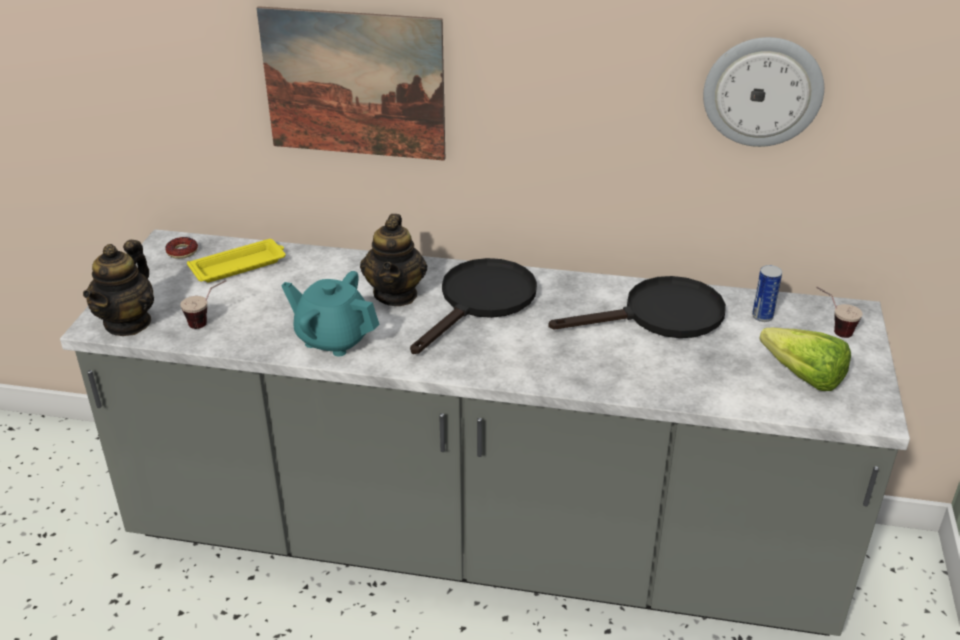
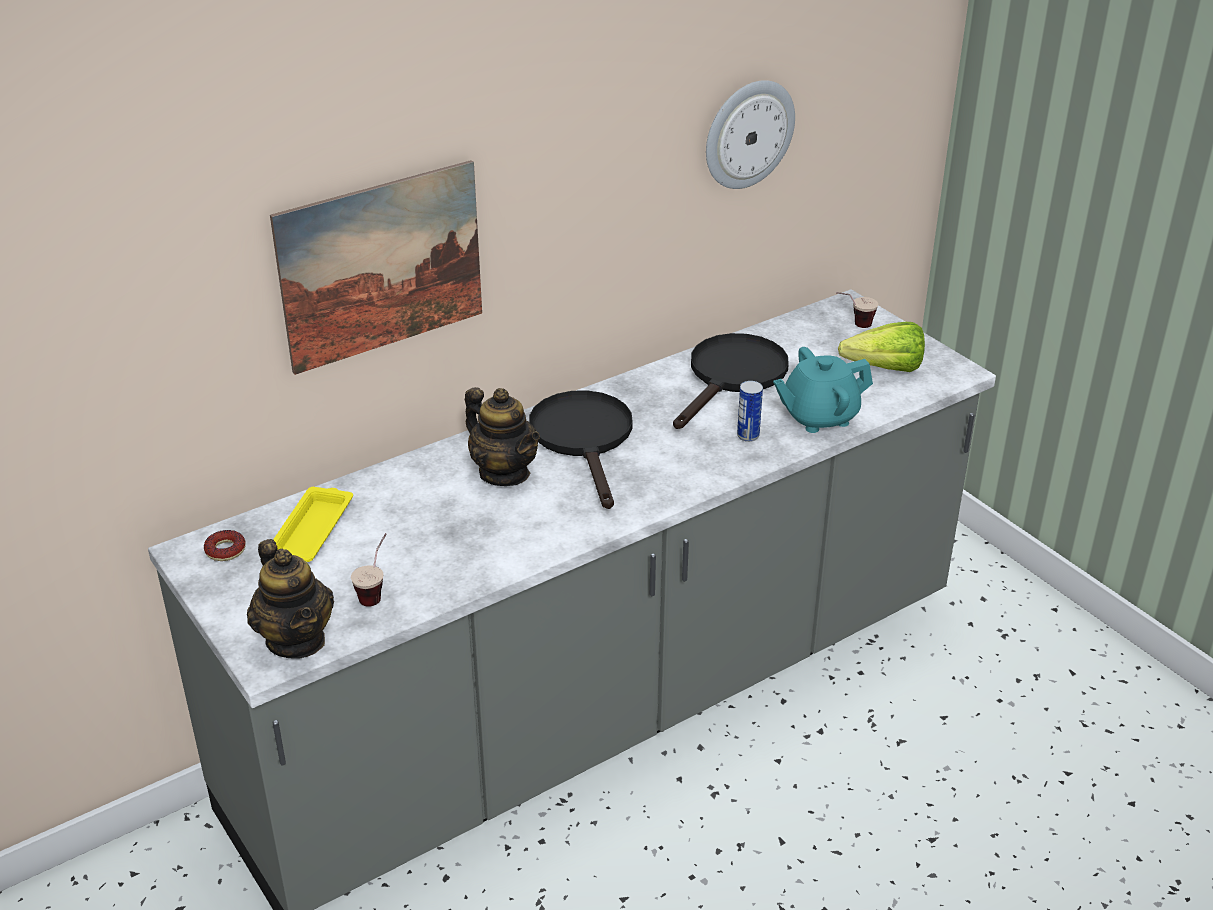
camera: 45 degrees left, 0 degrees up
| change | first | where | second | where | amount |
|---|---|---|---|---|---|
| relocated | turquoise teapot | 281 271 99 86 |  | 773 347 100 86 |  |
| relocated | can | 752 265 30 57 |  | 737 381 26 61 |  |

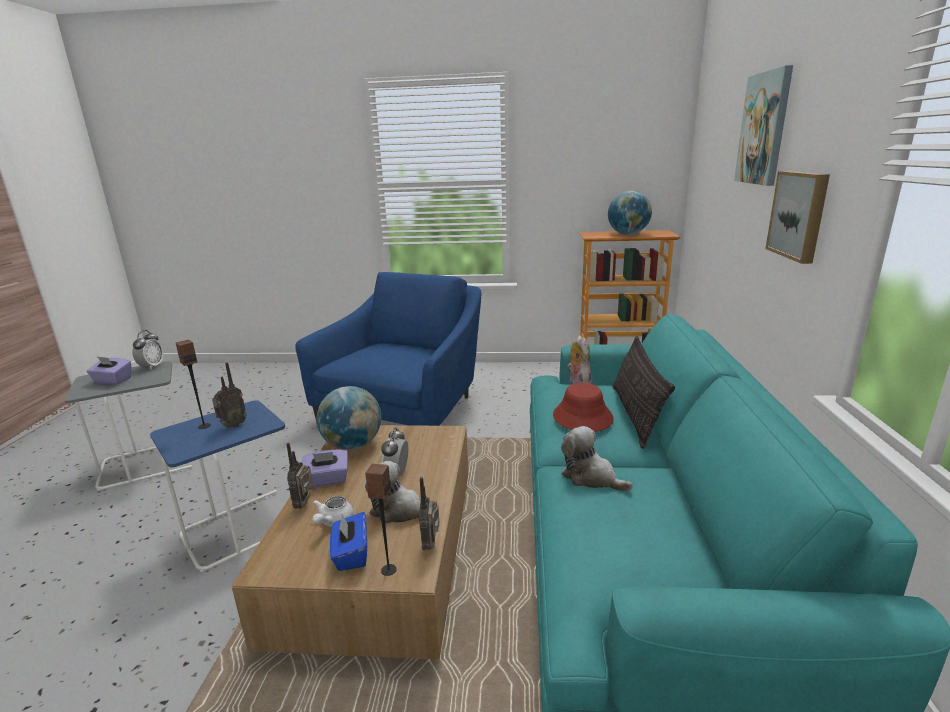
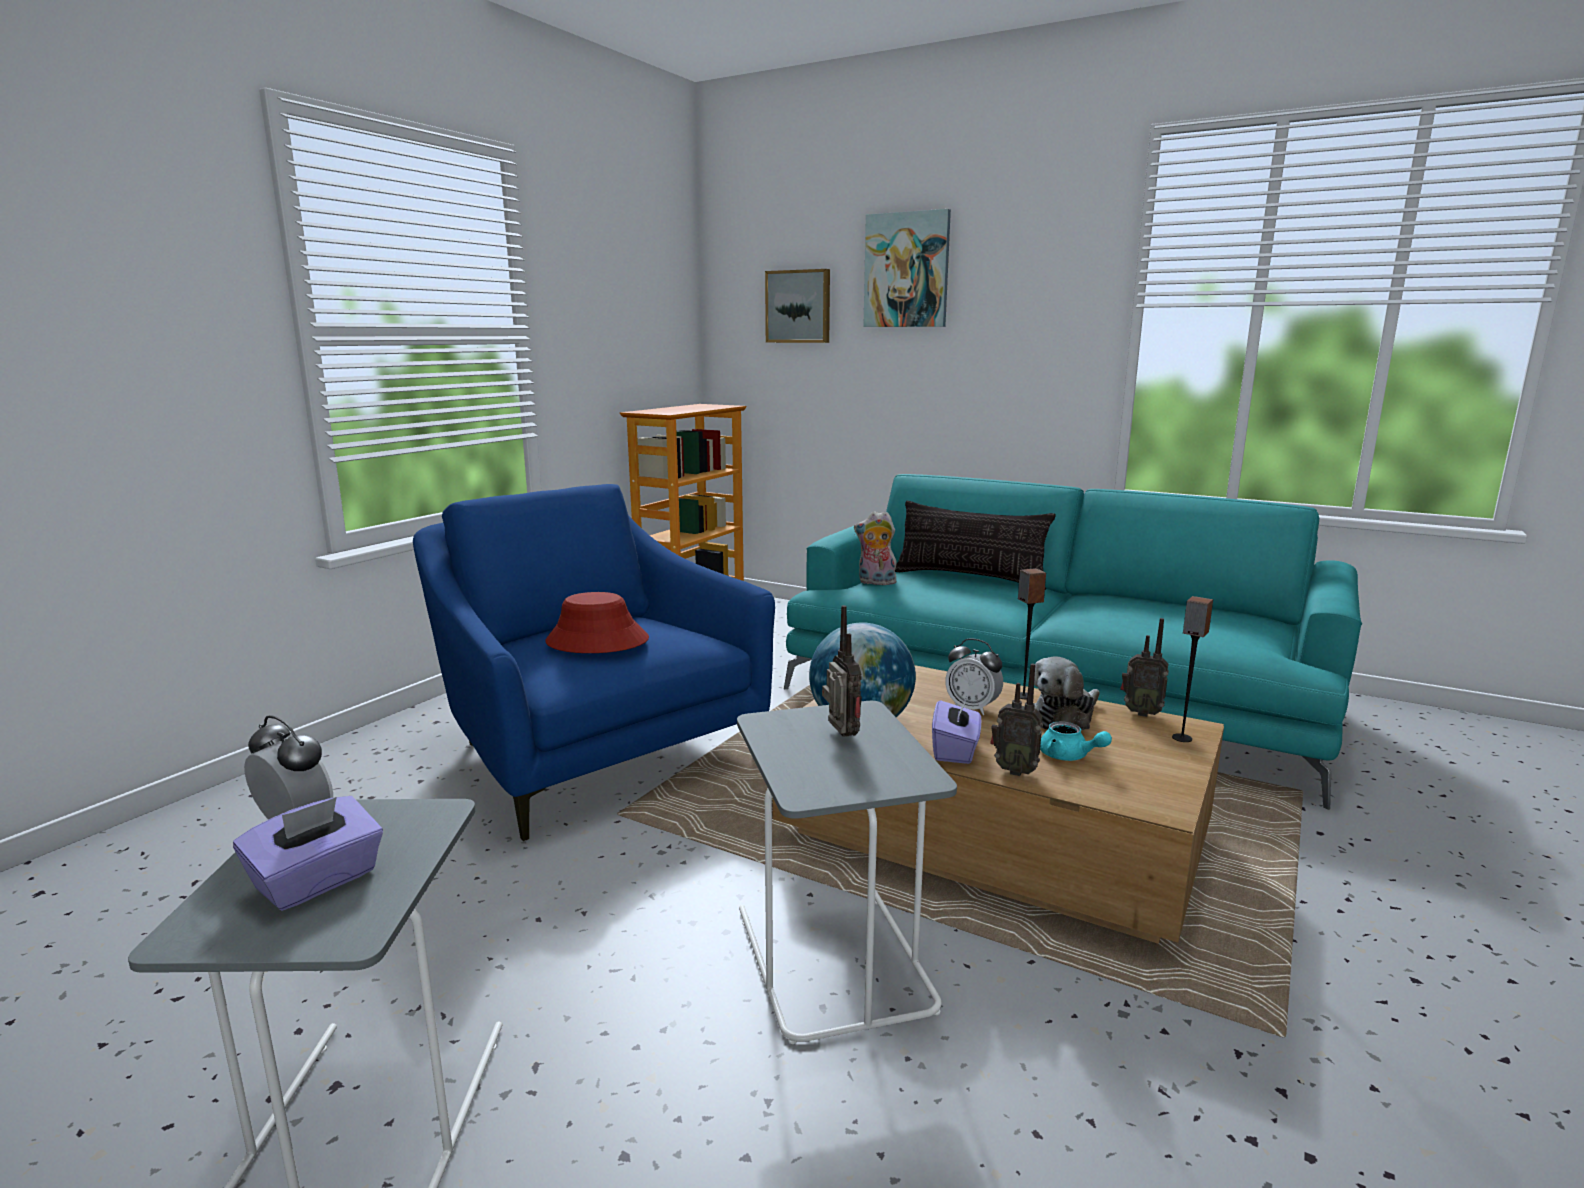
camera: 65 degrees left, 5 degrees down
| change | first | where | second | where | amount |
|---|---|---|---|---|---|
| missing | blue tissue box | 330 512 37 59 |  |  |  |
| missing | plush toy | 561 426 72 66 |  |  |  |
| missing | globe | 608 191 44 44 |  |  |  |
| relocated | speaker | 176 340 35 89 |  | 1018 568 28 131 |  |
| relocated | red hat | 553 383 61 49 |  | 545 592 104 61 |  |
| relocated | picture | 765 171 65 93 |  | 765 269 65 74 |  |
| colour | blue side table | 150 400 135 172 | grey side table | 737 701 220 343 |  |
| colour | white teapot | 312 496 42 30 | turquoise teapot | 1040 721 72 40 |  |

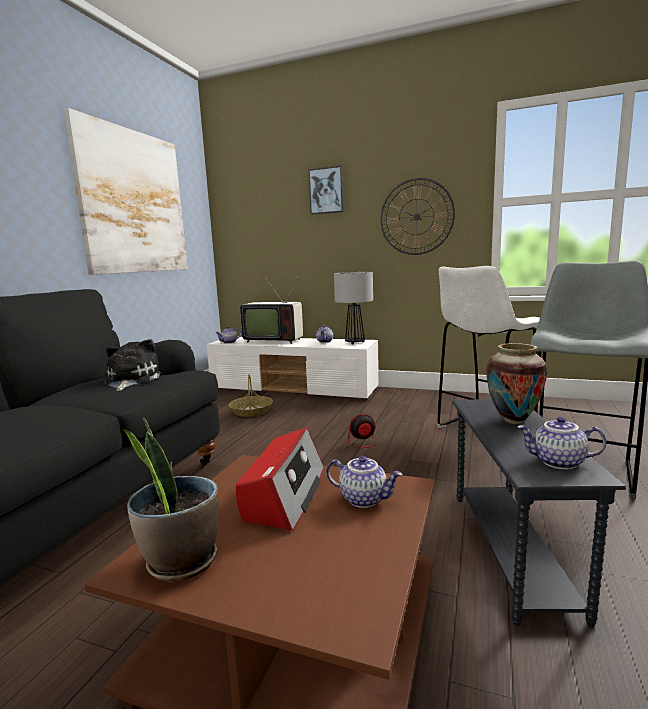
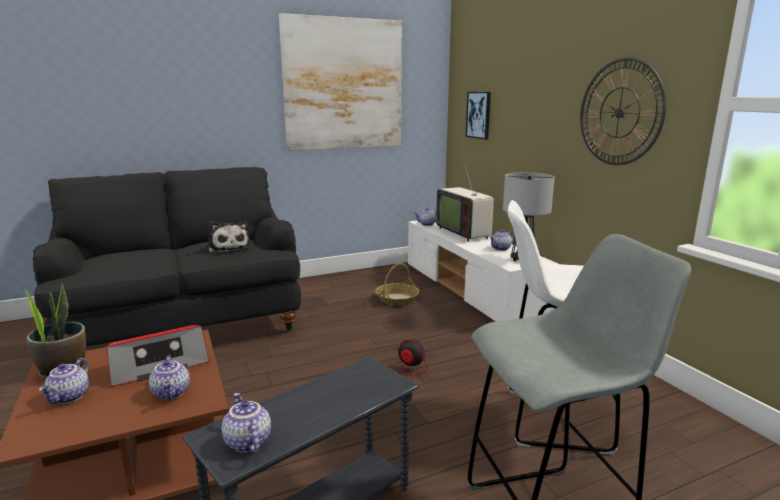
camera: 45 degrees right, 5 degrees up
| change | first | where | second | where | amount |
|---|---|---|---|---|---|
| missing | vase | 486 343 61 81 |  |  |  |
| appeared |  |  | teapot | 39 358 50 46 |  |
| relocated | picture | 308 166 36 49 |  | 466 92 25 48 |  |
| spun | plush toy | 104 339 57 52 |  | 209 221 41 33 | 105 degrees clockwise |

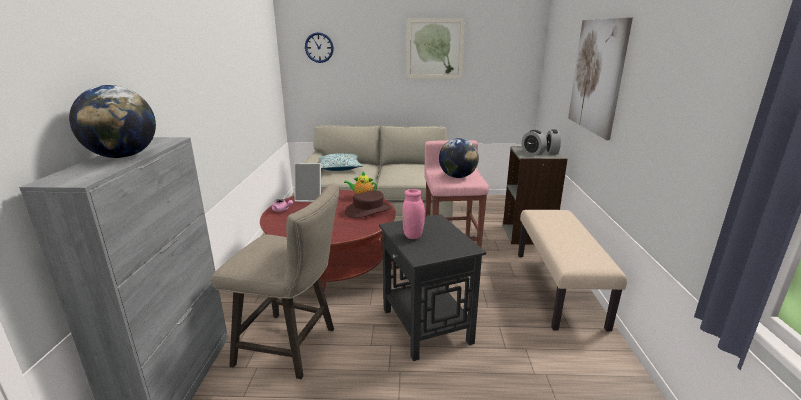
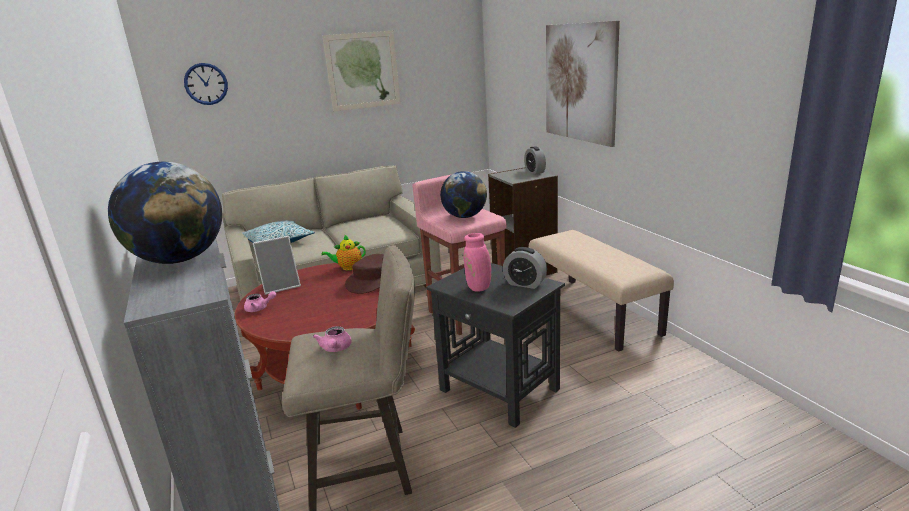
camera: 25 degrees left, 0 degrees up
| change | first | where | second | where | amount |
|---|---|---|---|---|---|
| appeared |  |  | pink teapot | 313 326 39 26 |  |
| relocated | alarm clock | 522 130 25 25 |  | 503 247 44 42 |  |

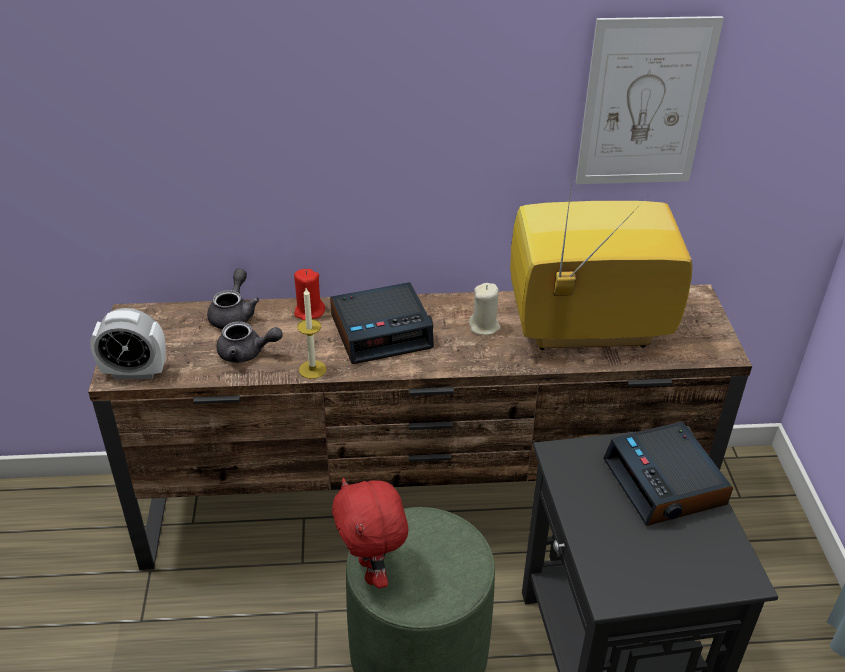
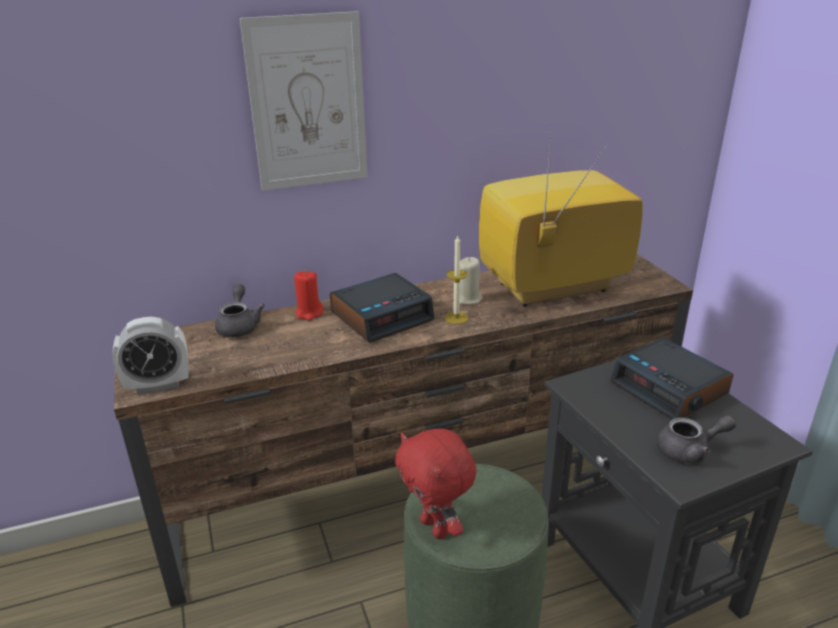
camera: 15 degrees left, 10 degrees down
| change | first | where | second | where | amount |
|---|---|---|---|---|---|
| relocated | grey teapot | 217 321 66 42 |  | 657 415 79 48 |  |
| relocated | candle | 297 288 29 91 |  | 445 235 23 89 |  |
| relocated | picture | 576 16 148 168 |  | 240 11 127 180 |  |

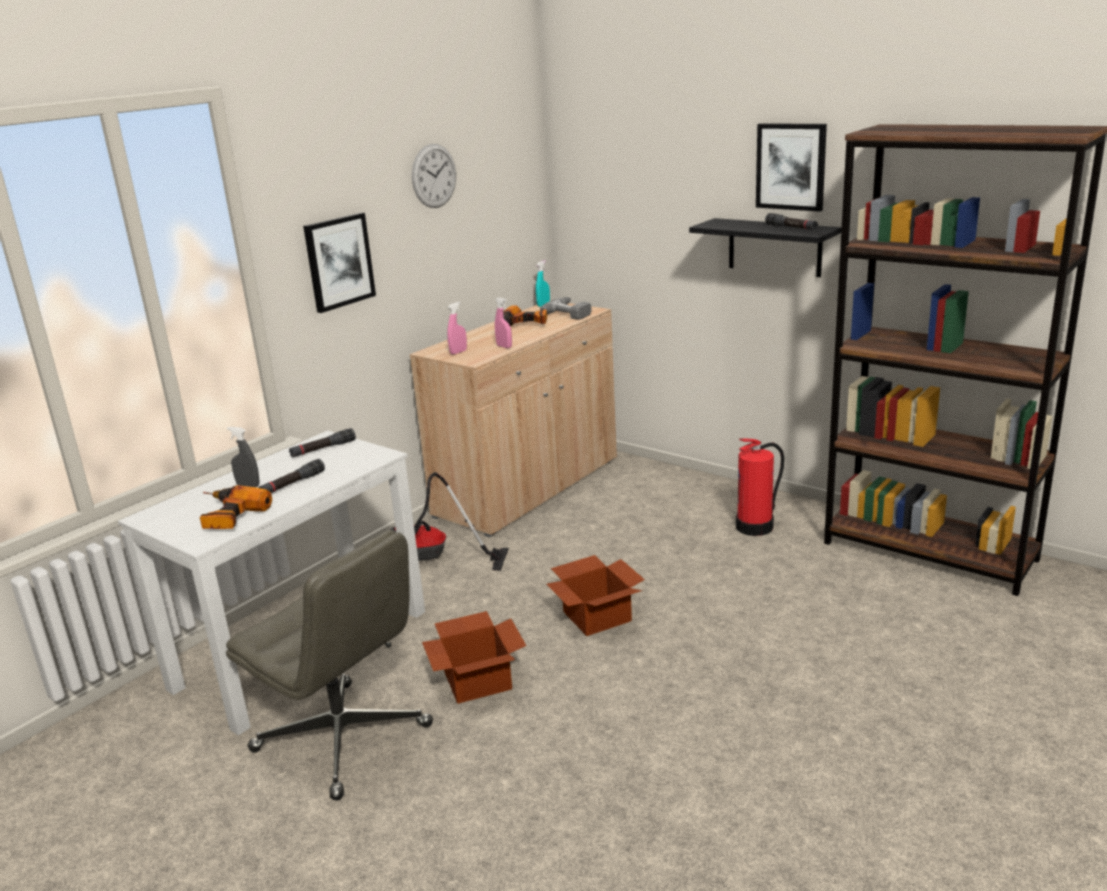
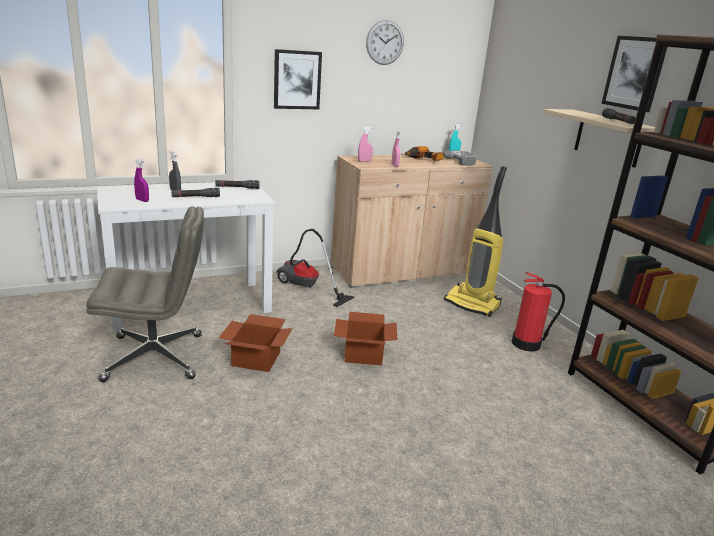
camera: 25 degrees right, 0 degrees up
| change | first | where | second | where | amount |
|---|---|---|---|---|---|
| appeared |  |  | vacuum cleaner | 444 166 63 151 |  |
| exchanged | power drill | 200 485 72 44 | purple spray bottle | 134 159 15 43 |  |
| colour | black shelf | 689 218 153 59 | beige shelf | 544 109 111 59 |  |
| spun | grey office chair | 226 530 207 270 |  | 86 206 118 177 | 75 degrees counterclockwise |

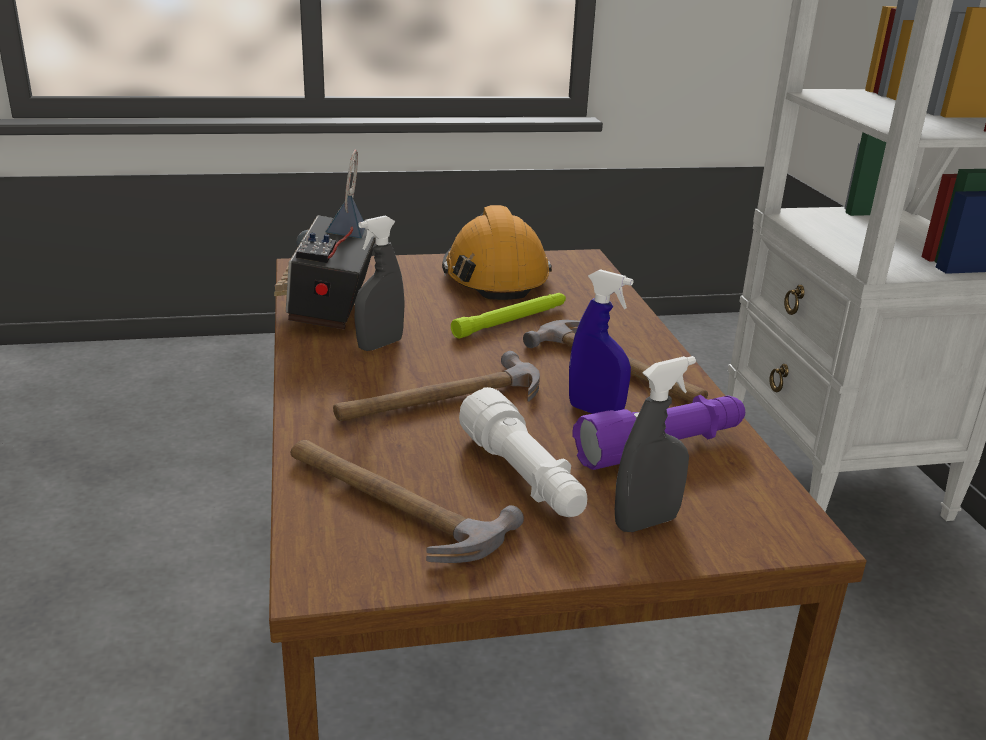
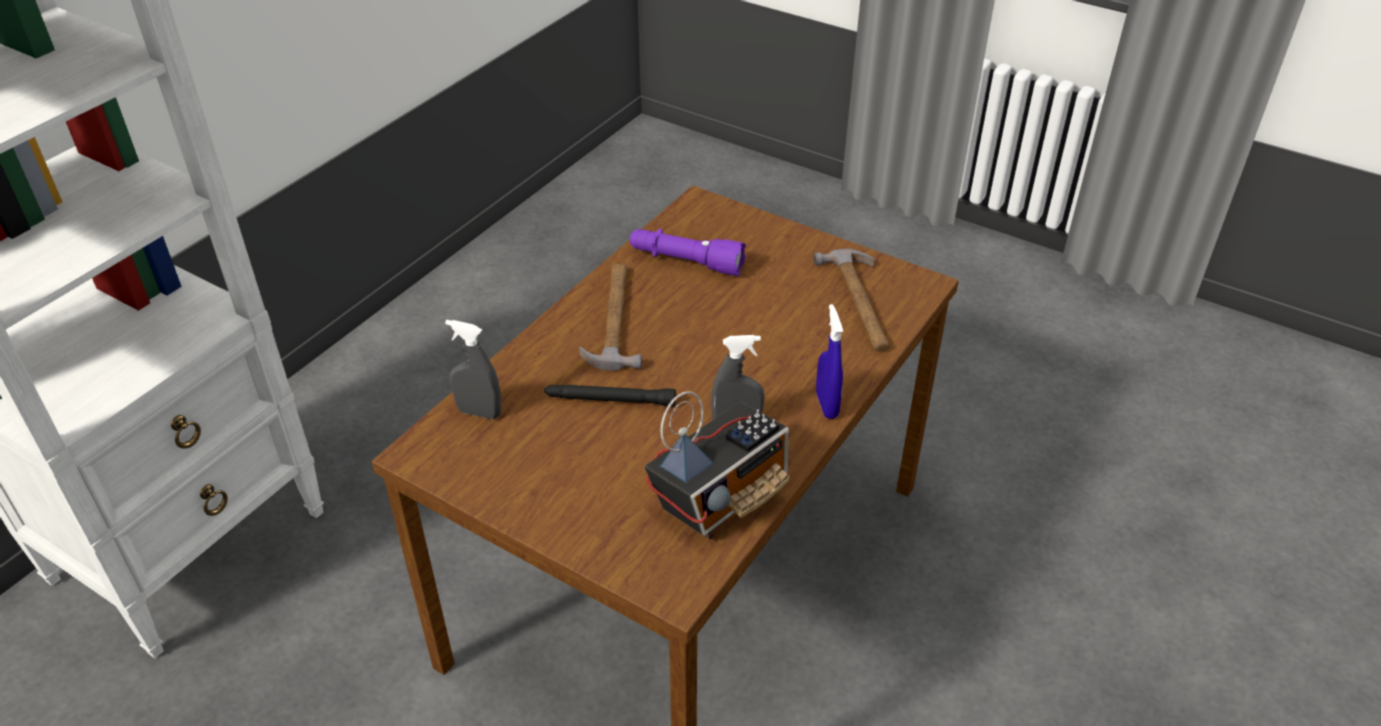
camera: 135 degrees left, 15 degrees up
| change | first | where | second | where | amount |
|---|---|---|---|---|---|
| missing | hammer | 333 351 207 70 |  |  |  |
| missing | orange hard hat | 442 205 110 95 |  |  |  |
| missing | white flashlight | 459 387 128 130 |  |  |  |
| relocated | blue spray bottle | 569 269 65 145 |  | 816 304 27 115 |  |
| relocated | grey spray bottle | 615 356 81 176 |  | 445 320 56 99 |  |
| colour | green flashlight | 451 293 115 45 | black flashlight | 544 385 132 22 |  |

